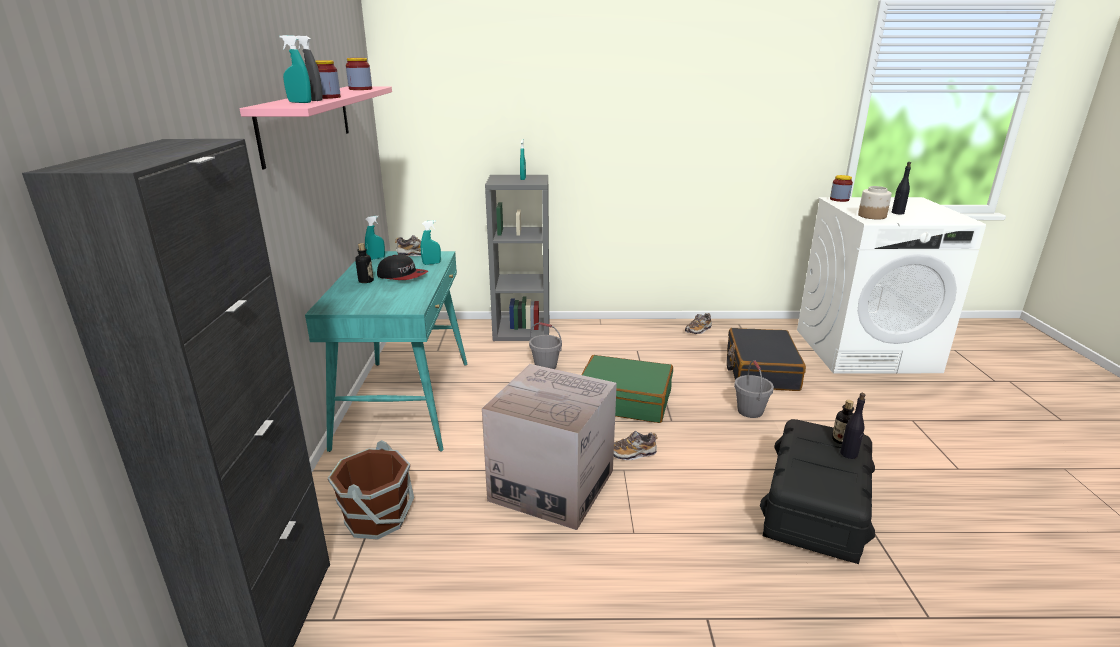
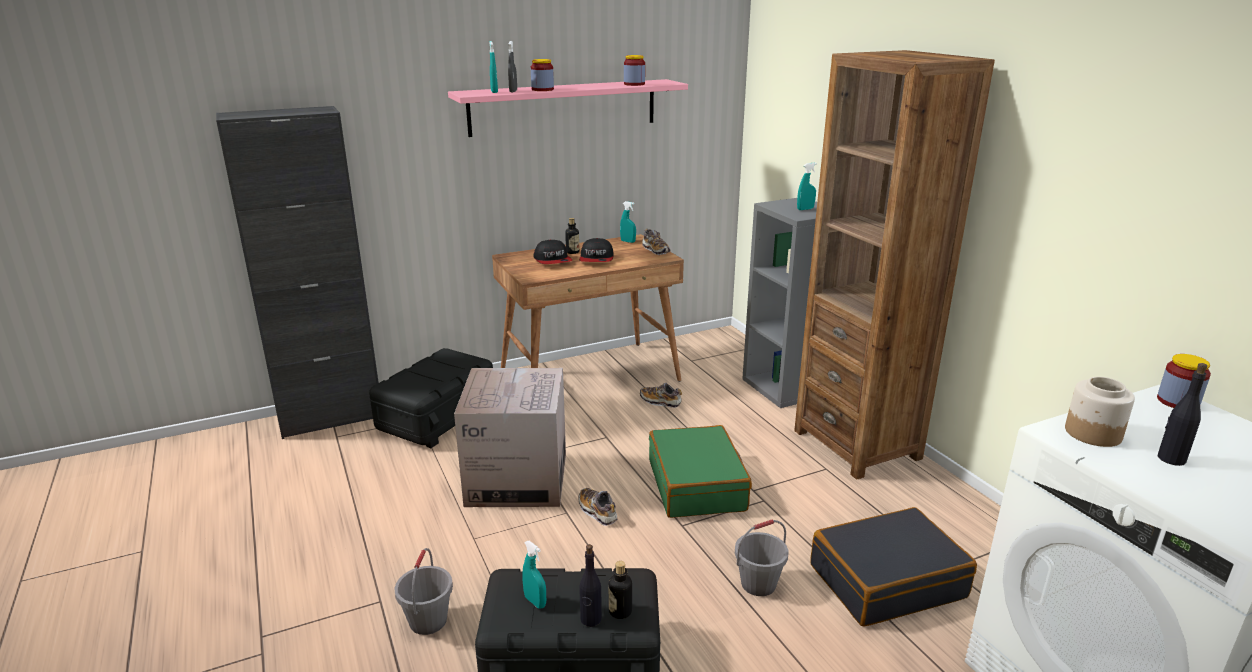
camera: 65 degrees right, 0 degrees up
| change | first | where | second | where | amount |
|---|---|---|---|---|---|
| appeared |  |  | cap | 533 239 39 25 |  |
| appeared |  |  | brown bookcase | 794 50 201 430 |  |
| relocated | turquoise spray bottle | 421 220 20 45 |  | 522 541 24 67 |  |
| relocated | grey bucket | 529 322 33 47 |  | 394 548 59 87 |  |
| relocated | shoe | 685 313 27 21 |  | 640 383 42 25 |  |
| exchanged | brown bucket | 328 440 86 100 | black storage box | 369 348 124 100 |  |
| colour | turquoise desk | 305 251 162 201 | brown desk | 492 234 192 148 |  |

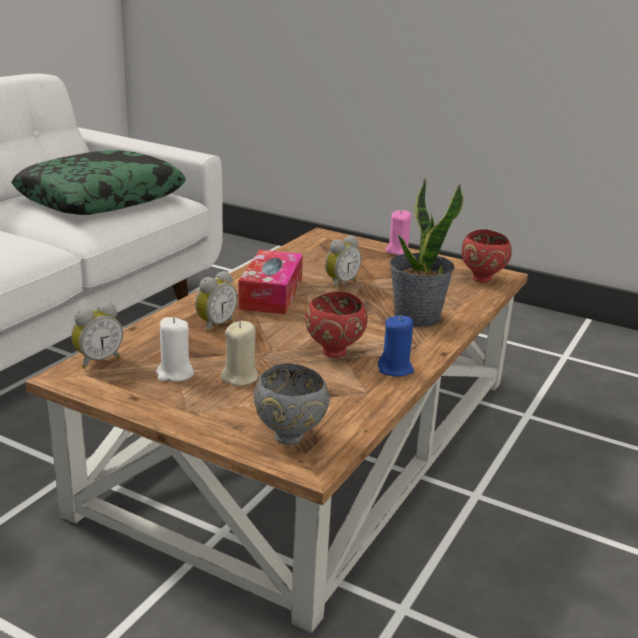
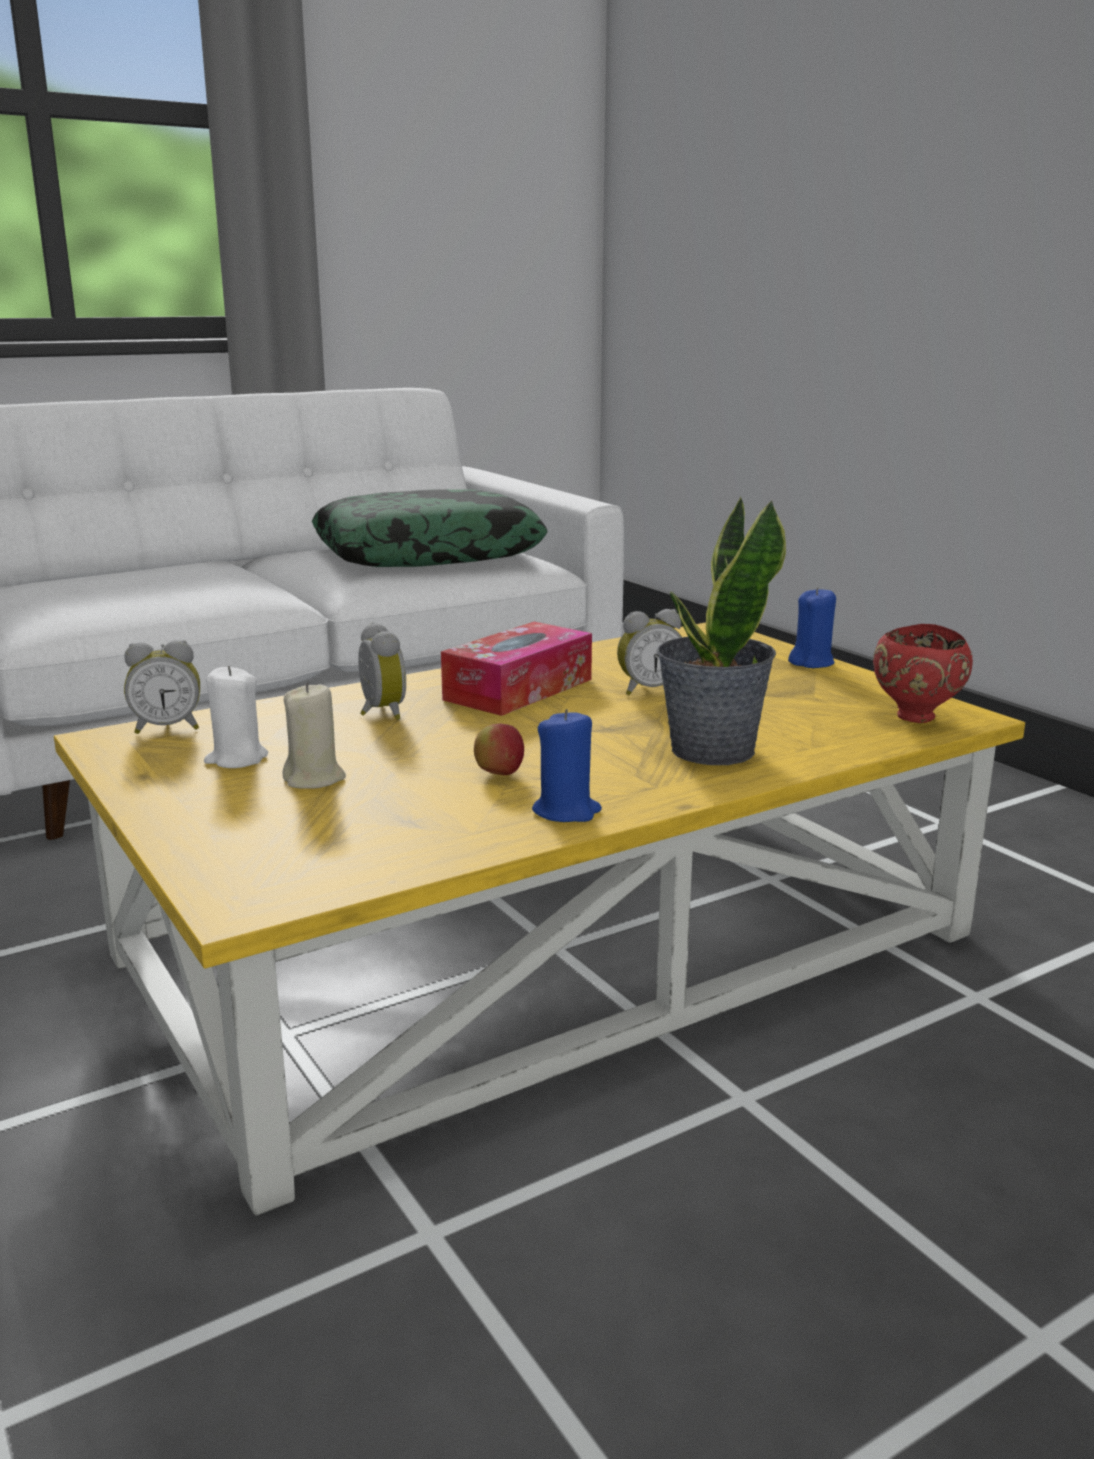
camera: 30 degrees right, 5 degrees down
| change | first | where | second | where | amount |
|---|---|---|---|---|---|
| missing | grey bowl | 254 363 76 82 |  |  |  |
| exchanged | red bowl | 305 292 63 66 | apple | 474 724 50 51 |  |
| colour | brown coffee table | 26 228 502 405 | yellow coffee table | 54 623 971 593 |  |
| colour | pink candle | 385 210 26 45 | blue candle | 788 587 48 81 |  |
| spun | alarm clock | 195 271 42 61 |  | 358 622 48 98 | 90 degrees counterclockwise |

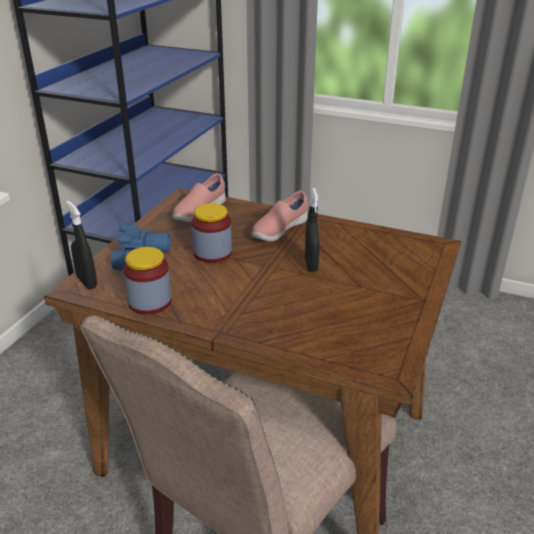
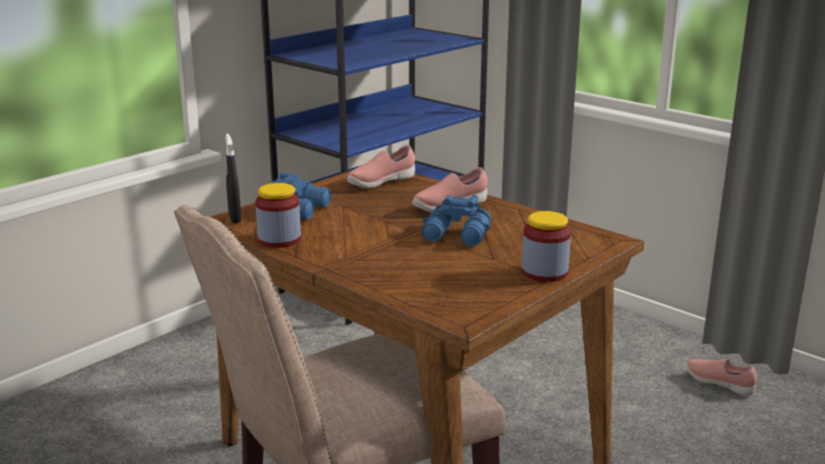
camera: 20 degrees right, 10 degrees down
| change | first | where | second | where | amount |
|---|---|---|---|---|---|
| appeared |  |  | pink shoe | 686 359 71 37 |  |
| relocated | jar | 192 203 40 60 |  | 522 211 49 71 |  |
| exchanged | black spray bottle | 305 188 14 84 | blue binoculars | 422 195 69 51 |  |

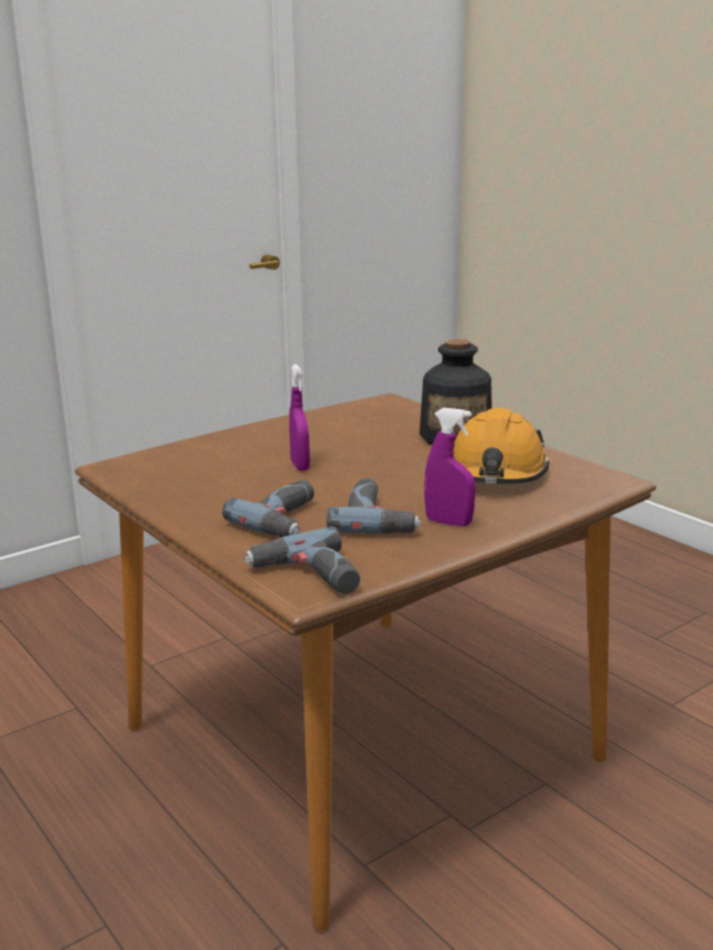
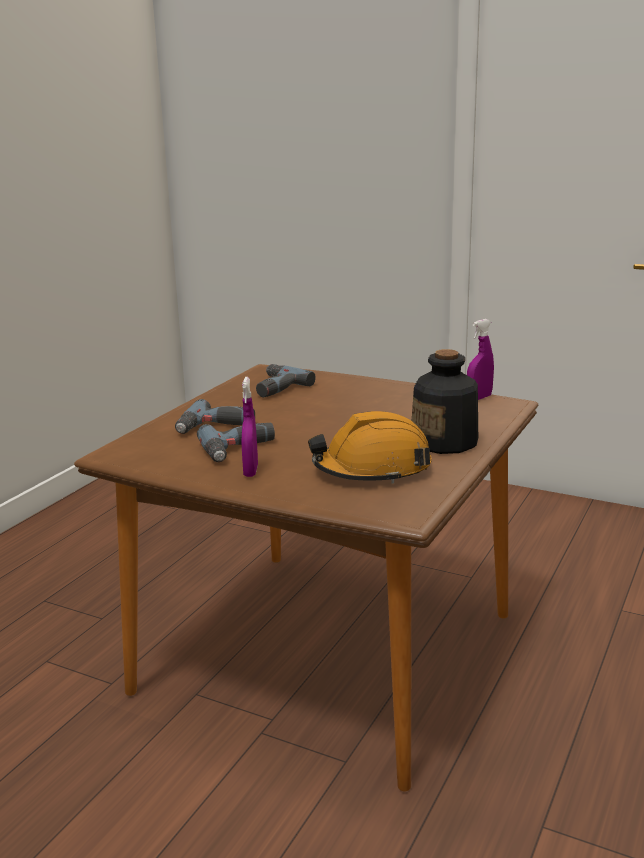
camera: 65 degrees right, 0 degrees up
| change | first | where | second | where | amount |
|---|---|---|---|---|---|
| relocated | power drill | 244 526 116 68 |  | 256 364 60 33 |  |
| relocated | purple spray bottle | 289 364 21 107 |  | 467 319 27 81 |  |

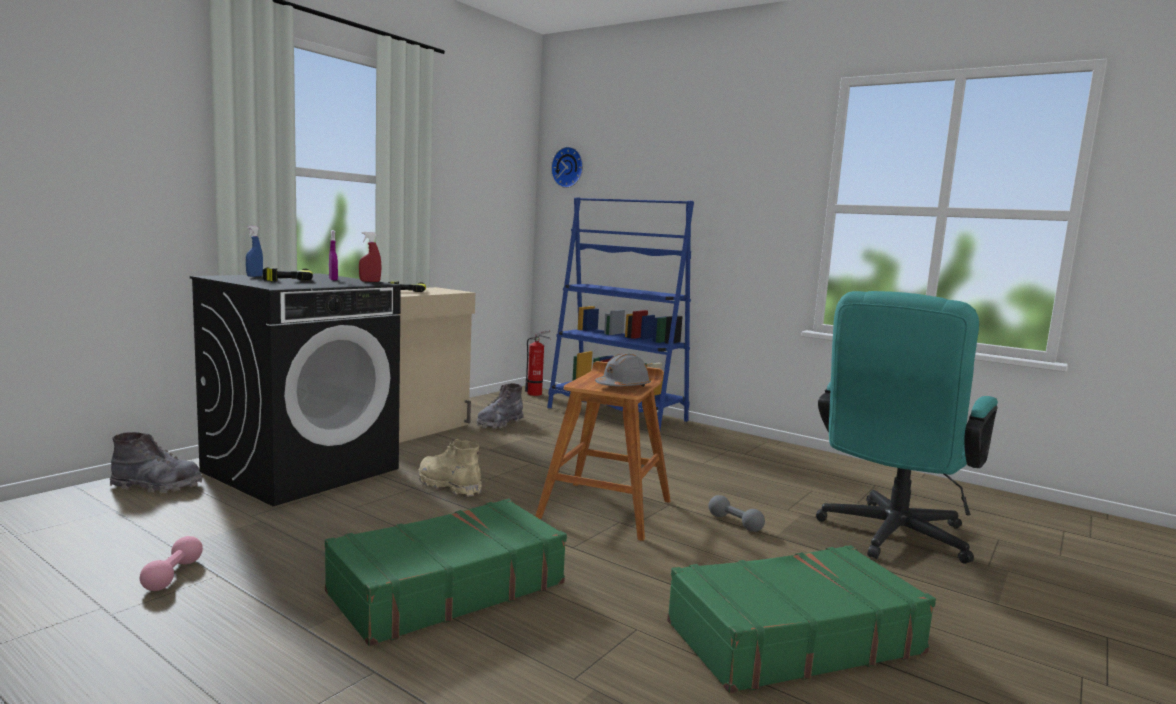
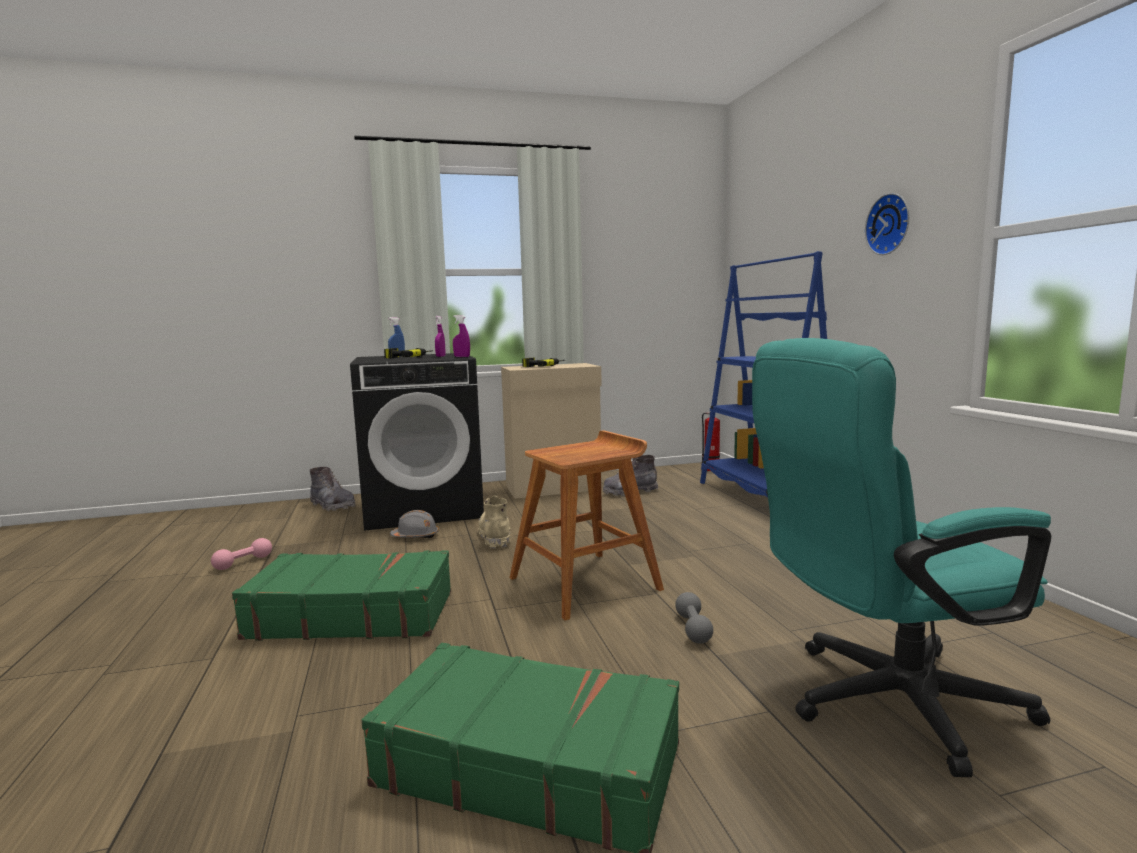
camera: 40 degrees right, 0 degrees up
| change | first | where | second | where | amount |
|---|---|---|---|---|---|
| relocated | wall clock | 551 147 32 41 |  | 865 193 44 62 |  |
| relocated | grey hard hat | 595 353 56 34 |  | 390 510 49 28 |  |
| colour | red spray bottle | 359 232 23 50 | purple spray bottle | 453 315 17 42 |  |

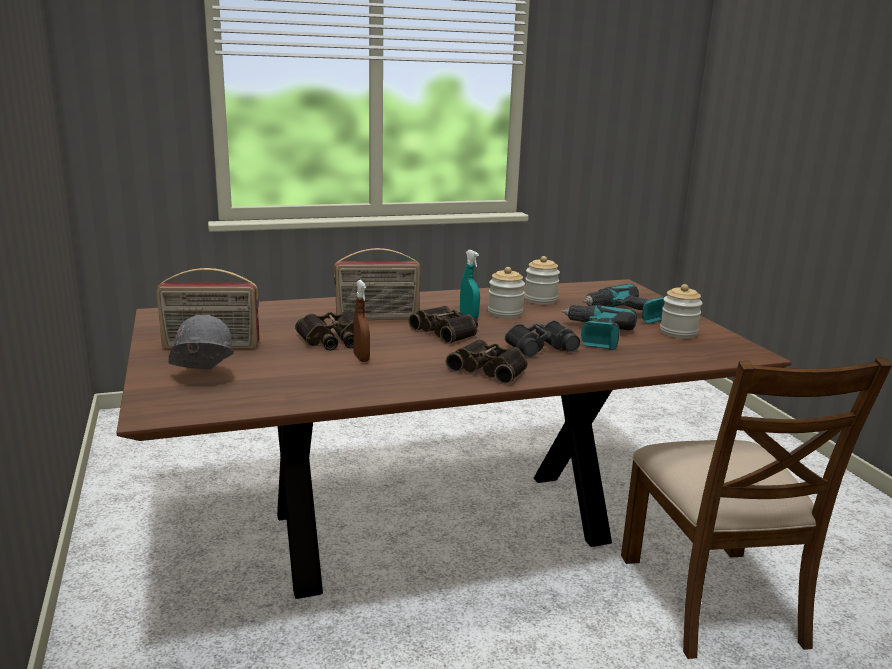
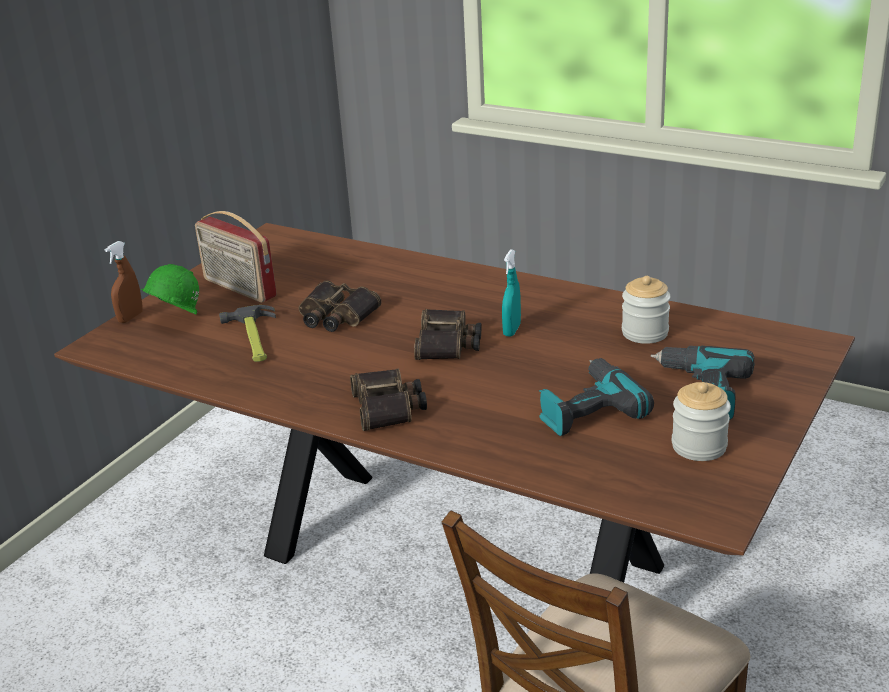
camera: 50 degrees right, 10 degrees up
| change | first | where | second | where | amount |
|---|---|---|---|---|---|
| missing | radio | 334 248 87 72 |  |  |  |
| missing | jar | 488 267 37 51 |  |  |  |
| missing | black binoculars | 505 321 75 36 |  |  |  |
| appeared |  |  | hammer | 219 305 57 57 |  |
| relocated | brown spray bottle | 353 280 17 82 |  | 105 241 38 82 |  |
| colour | grey hard hat | 168 315 66 54 | green hard hat | 141 264 58 50 |  |

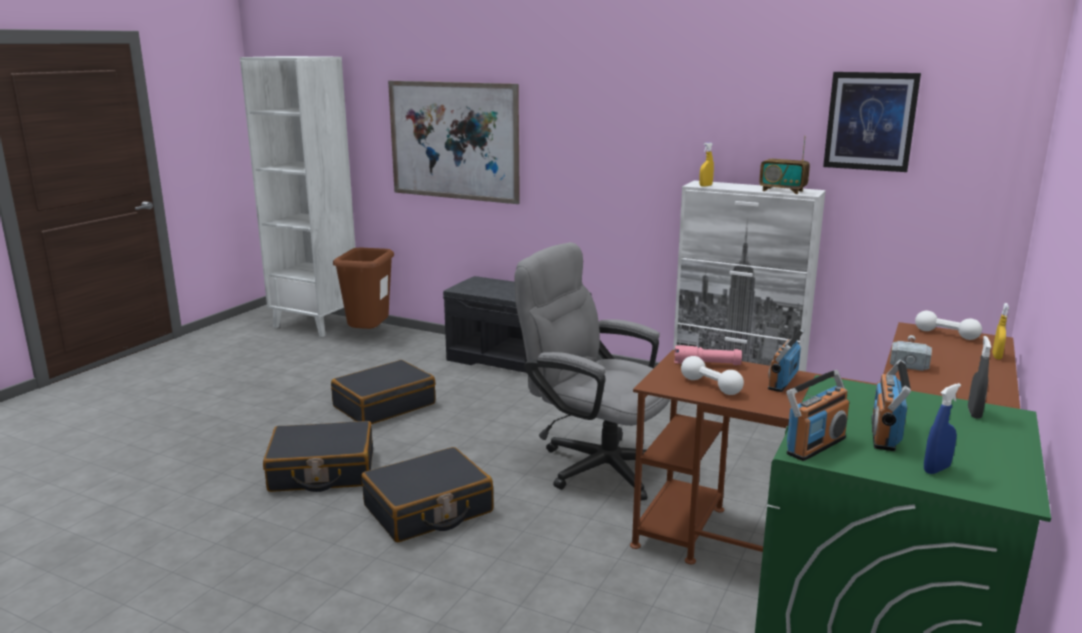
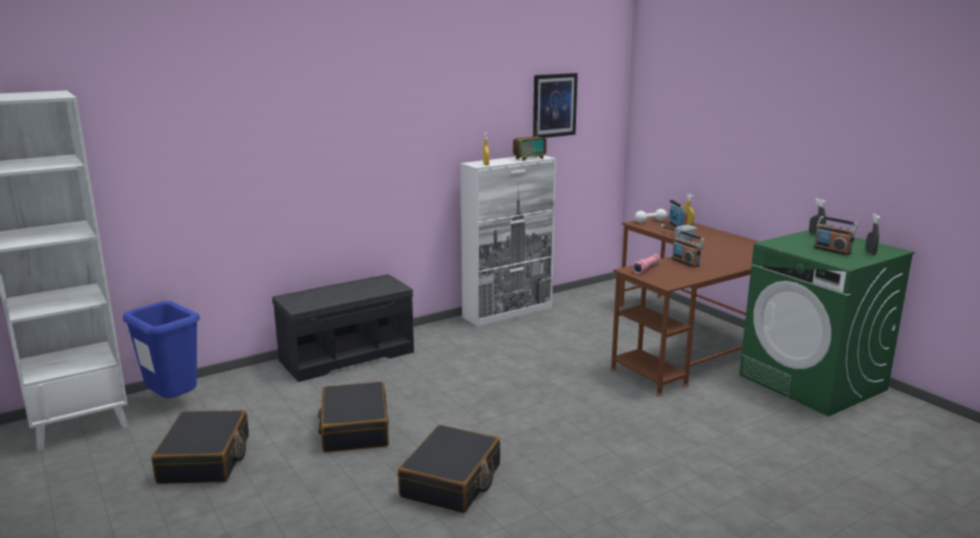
camera: 60 degrees left, 0 degrees up
| change | first | where | second | where | amount |
|---|---|---|---|---|---|
| missing | picture | 388 81 132 123 |  |  |  |
| missing | grey office chair | 514 242 156 259 |  |  |  |
| missing | white dumbbell | 681 356 63 39 |  |  |  |
| relocated | black suitcase | 361 447 133 95 |  | 151 410 98 74 |  |
| relocated | radio | 786 370 63 91 |  | 669 199 19 28 |  |
| colour | brown trash can | 333 248 61 81 | blue trash can | 123 301 77 97 |  |
| colour | blue spray bottle | 924 383 37 91 | grey spray bottle | 865 214 15 41 |  |

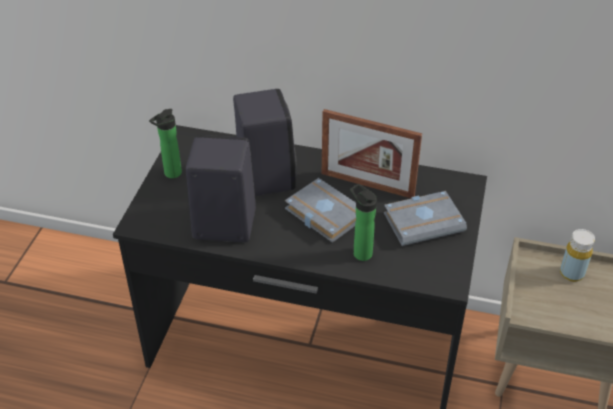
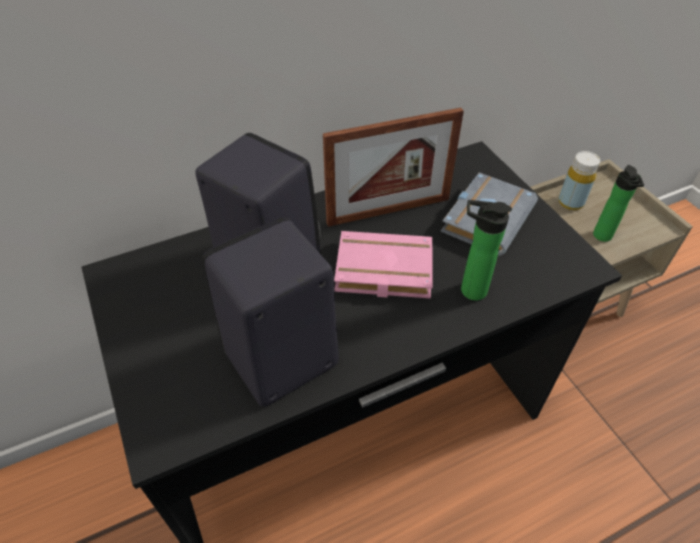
camera: 40 degrees left, 5 degrees up
| change | first | where | second | where | amount |
|---|---|---|---|---|---|
| relocated | bottle | 149 109 33 69 |  | 593 165 51 77 |  |
| colour | grey book | 285 178 71 65 | pink book | 334 231 98 68 |  |

